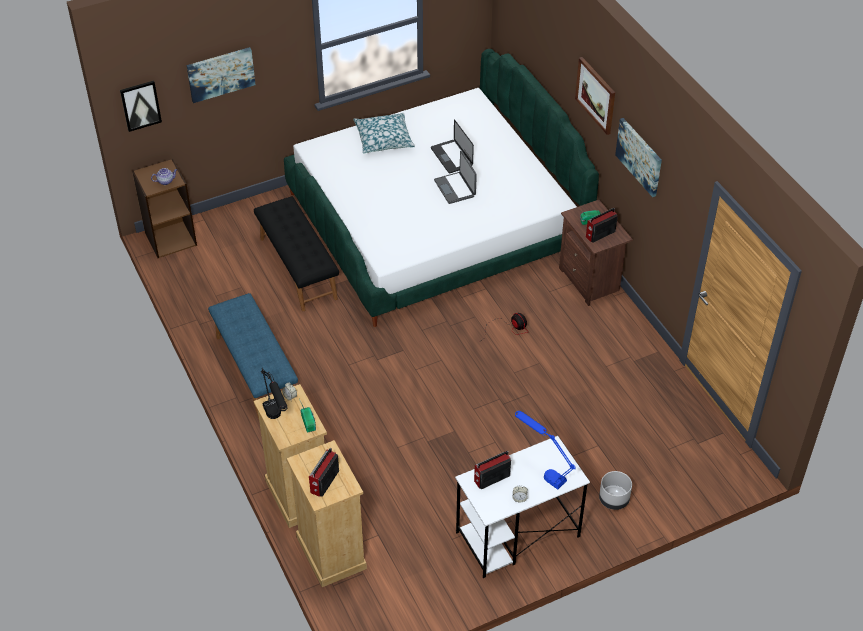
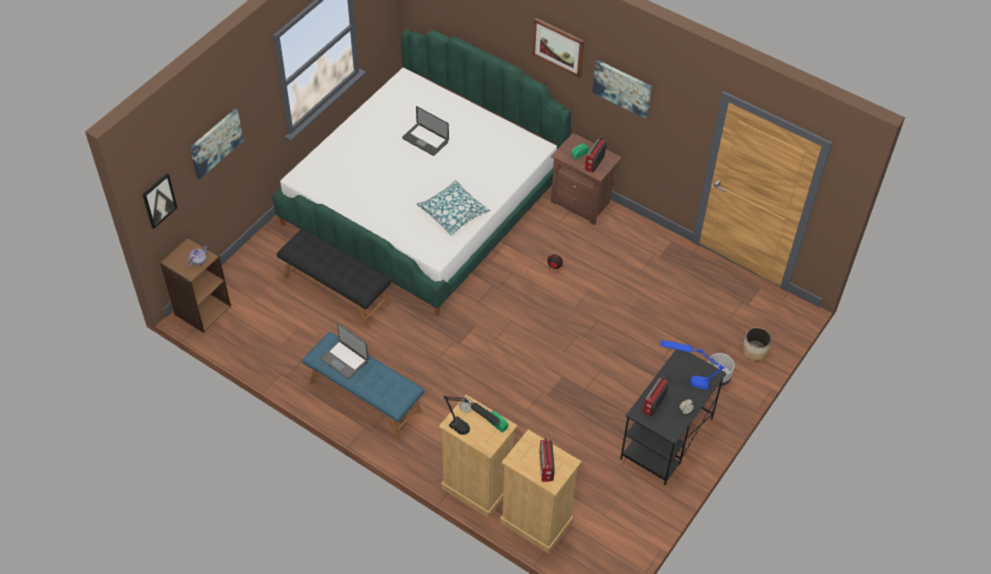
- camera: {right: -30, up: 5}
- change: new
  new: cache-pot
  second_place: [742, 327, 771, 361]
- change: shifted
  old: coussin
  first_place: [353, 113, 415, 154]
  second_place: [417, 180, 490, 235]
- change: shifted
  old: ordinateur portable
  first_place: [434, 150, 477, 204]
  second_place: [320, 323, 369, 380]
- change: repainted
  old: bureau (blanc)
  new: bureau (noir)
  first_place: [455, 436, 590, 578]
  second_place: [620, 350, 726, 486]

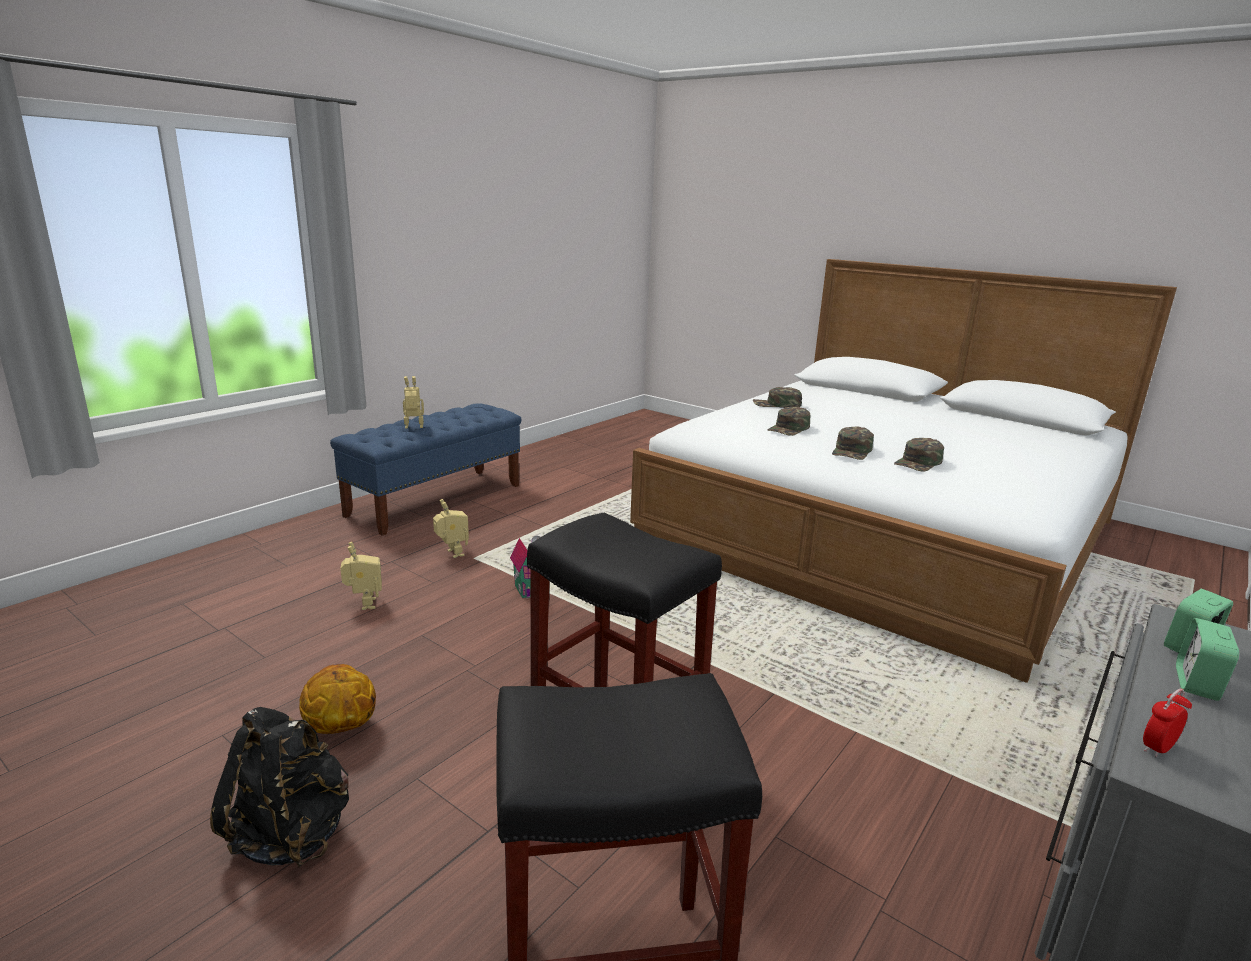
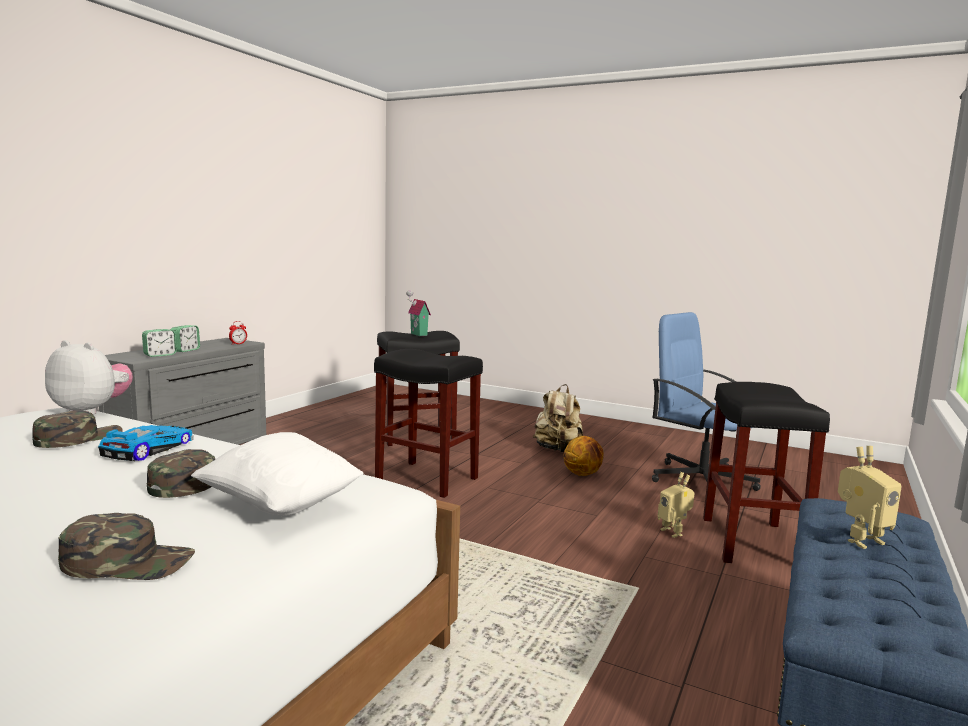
- camera: {right: 170, up: -10}
- change: gone
  old: robot jouet
  first_place: [433, 499, 469, 558]
- change: new
  new: peluche
  second_place: [45, 340, 133, 415]
- change: new
  new: coussin (blanc)
  second_place: [191, 432, 363, 516]
- change: new
  new: chaise de bureau (bleu)
  second_place: [652, 312, 761, 491]
- change: new
  new: tabouret (noir)
  second_place: [703, 382, 830, 563]
- change: shifted
  old: maison miniature
  first_place: [510, 536, 540, 598]
  second_place: [406, 290, 431, 336]
- change: swapped
  old: casquette (vert)
  new: petite voiture
  first_place: [832, 426, 874, 460]
  second_place: [98, 425, 194, 461]
- change: repainted
  old: sac à dos (noir)
  new: sac à dos (beige)
  first_place: [210, 707, 349, 868]
  second_place: [533, 384, 583, 452]

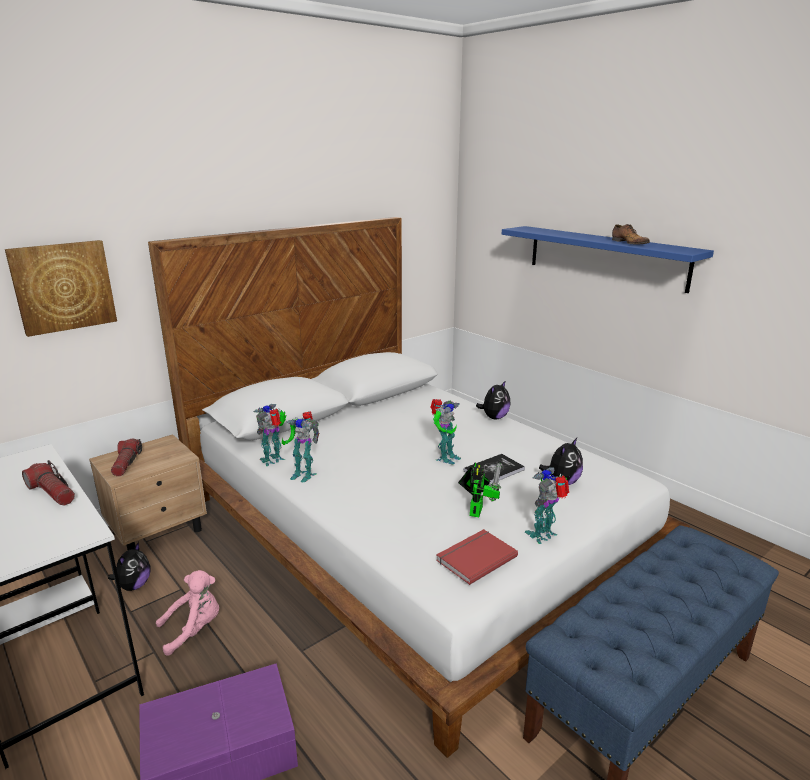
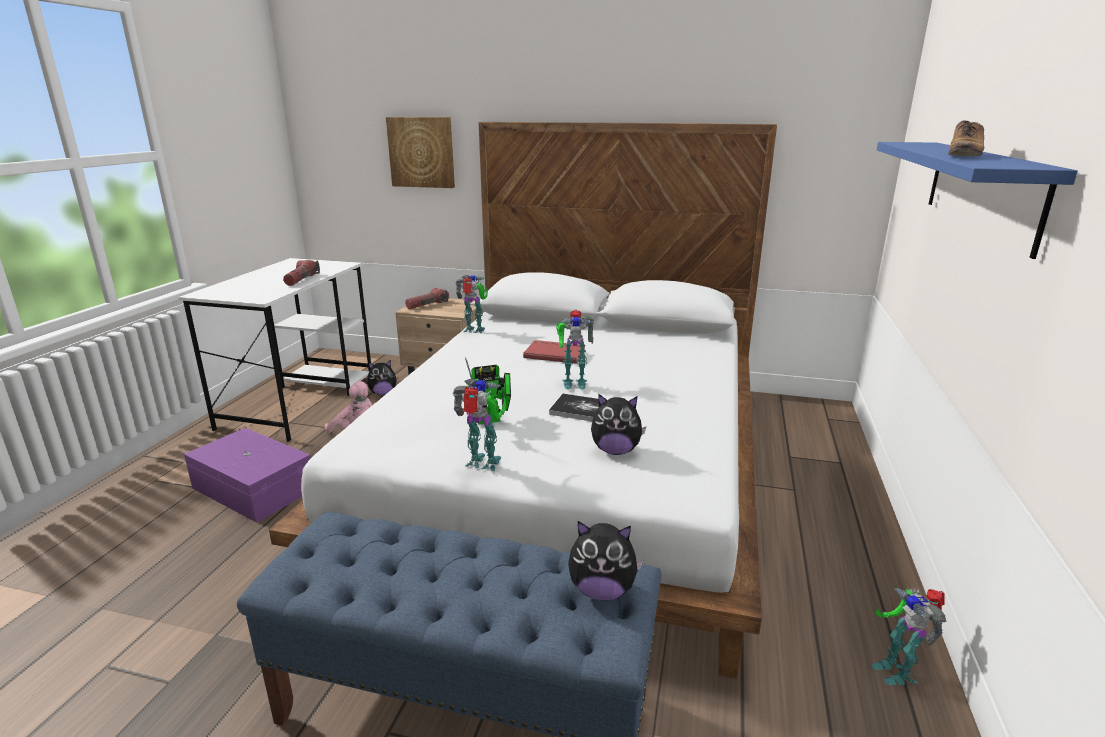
- camera: {right: 55, up: 0}
- change: shifted
  old: robot jouet
  first_place: [282, 411, 319, 482]
  second_place: [872, 588, 947, 685]
- change: shifted
  old: livre (rouge)
  first_place: [436, 529, 518, 585]
  second_place: [523, 340, 586, 364]
- change: shifted
  old: peluche
  first_place: [476, 380, 511, 420]
  second_place: [568, 521, 644, 600]

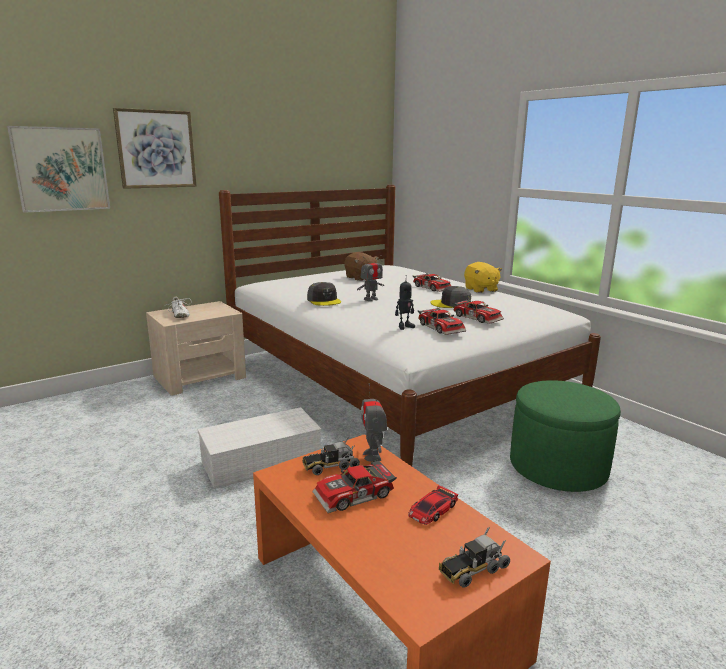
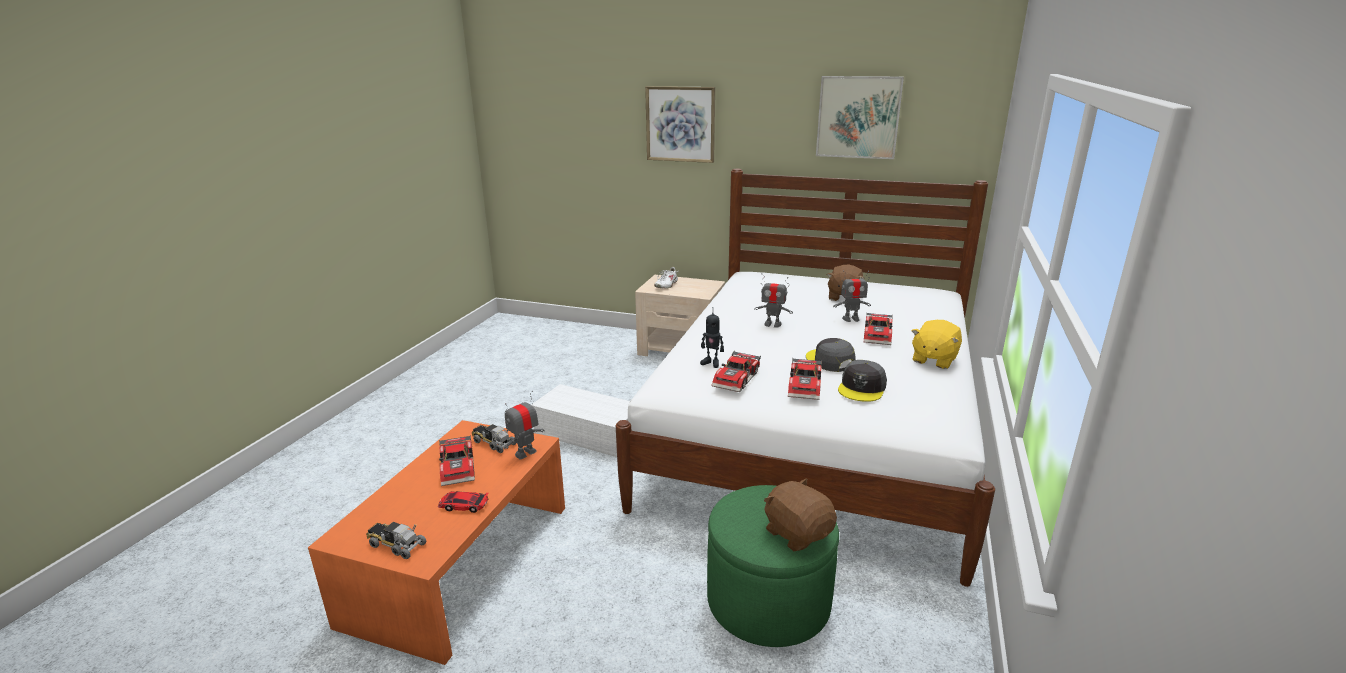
- camera: {right: 55, up: 5}
- change: new
  new: peluche (marron)
  second_place: [764, 478, 837, 551]
- change: new
  new: robot jouet
  second_place: [833, 270, 871, 322]
- change: shifted
  old: tableau
  first_place: [7, 126, 110, 213]
  second_place: [816, 76, 904, 159]
- change: shifted
  old: casquette (gris)
  first_place: [307, 282, 341, 306]
  second_place: [838, 360, 887, 402]
- change: rotated
  old: petite voiture
  first_place: [312, 459, 397, 513]
  second_place: [439, 435, 475, 486]
  degrees: -135

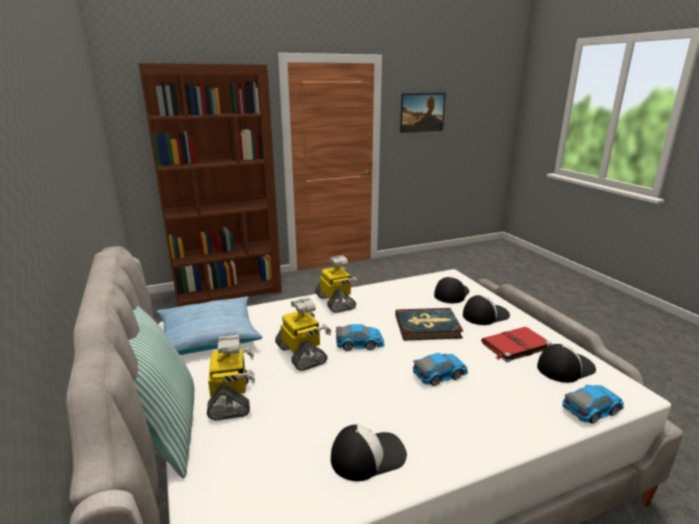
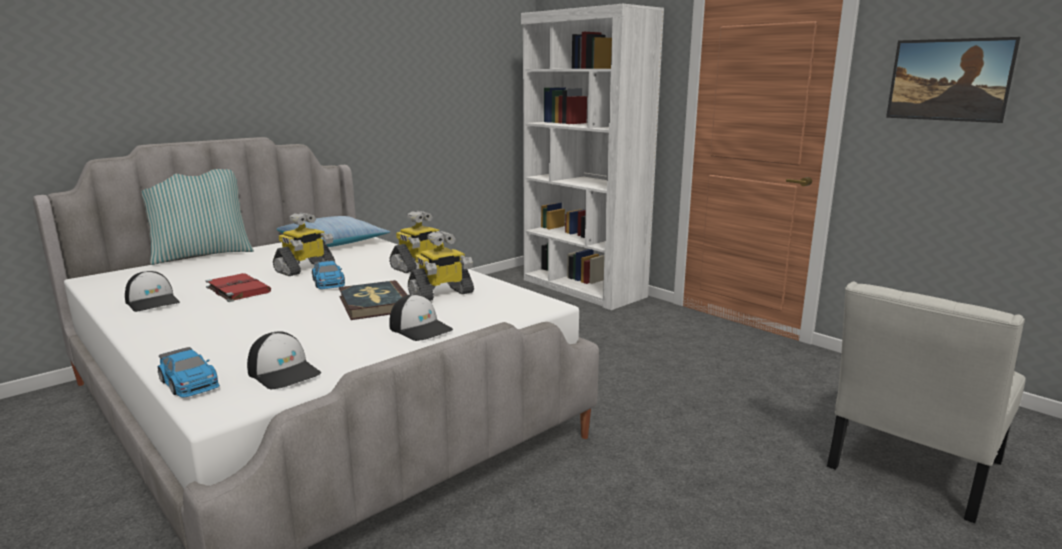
- camera: {right: 70, up: -5}
- change: gone
  old: petite voiture
  first_place: [413, 353, 468, 386]
- change: gone
  old: casquette
  first_place: [434, 277, 469, 303]
- change: new
  new: chaise (blanc)
  second_place: [827, 282, 1026, 523]
- change: shifted
  old: robot jouet
  first_place: [207, 335, 255, 420]
  second_place: [408, 231, 474, 301]
- change: shifted
  old: livre (rouge)
  first_place: [481, 327, 552, 362]
  second_place: [206, 273, 271, 302]
- change: repainted
  old: bibliothèque (marron)
  new: bibliothèque (blanc)
  first_place: [138, 63, 282, 307]
  second_place: [521, 4, 664, 310]

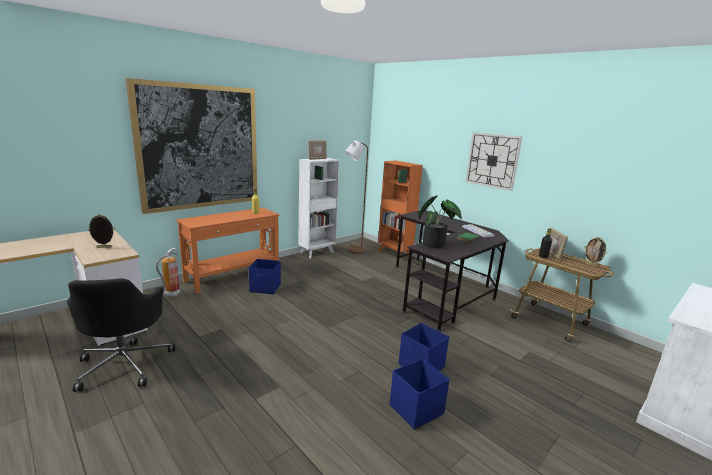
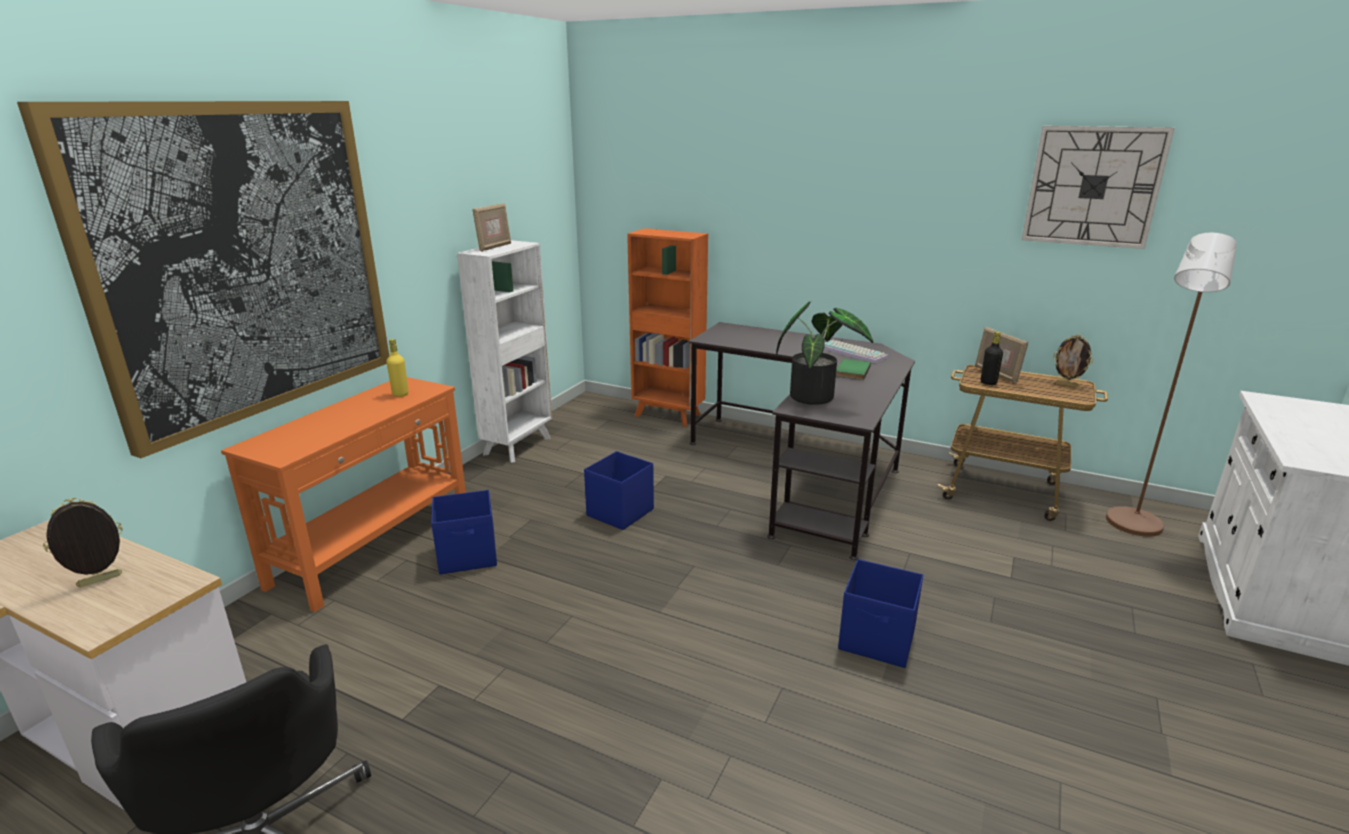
- camera: {right: -20, up: 5}
- change: gone
  old: extincteur
  first_place: [156, 248, 180, 297]
- change: shifted
  old: lampadaire (marron)
  first_place: [345, 140, 368, 254]
  second_place: [1106, 233, 1237, 537]
- change: shifted
  old: boîte de rangement (bleu)
  first_place: [390, 359, 450, 430]
  second_place: [584, 451, 654, 530]
- change: shifted
  old: horloge murale
  first_place: [466, 132, 522, 191]
  second_place: [1022, 126, 1174, 249]

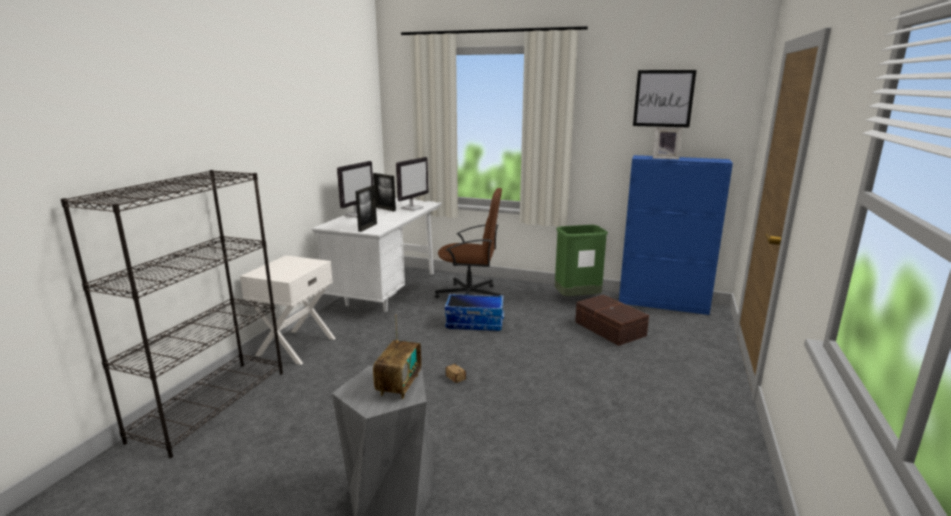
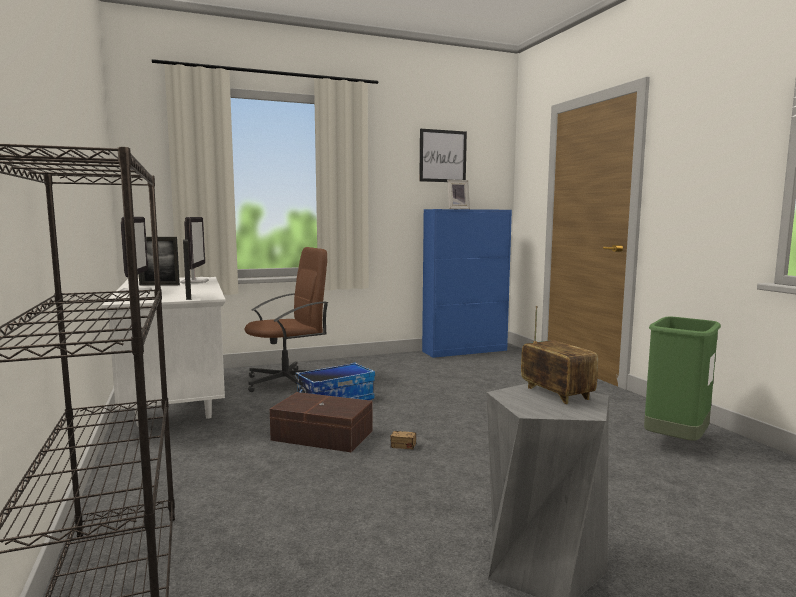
- camera: {right: -40, up: -10}
- change: gone
  old: table de chevet (blanc)
  first_place: [240, 255, 336, 365]
- change: shifted
  old: poubelle (vert)
  first_place: [555, 225, 608, 296]
  second_place: [644, 316, 721, 441]
- change: shifted
  old: boîte de rangement (marron)
  first_place: [575, 295, 649, 346]
  second_place: [270, 392, 373, 453]

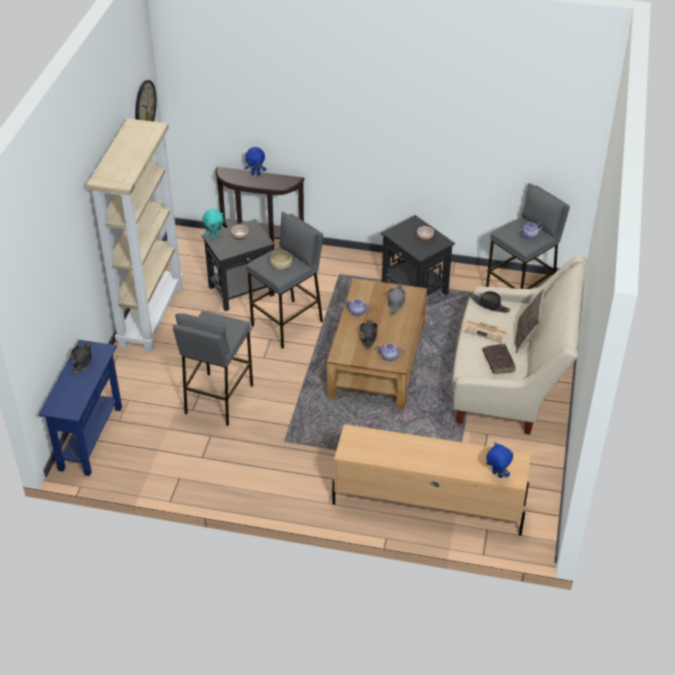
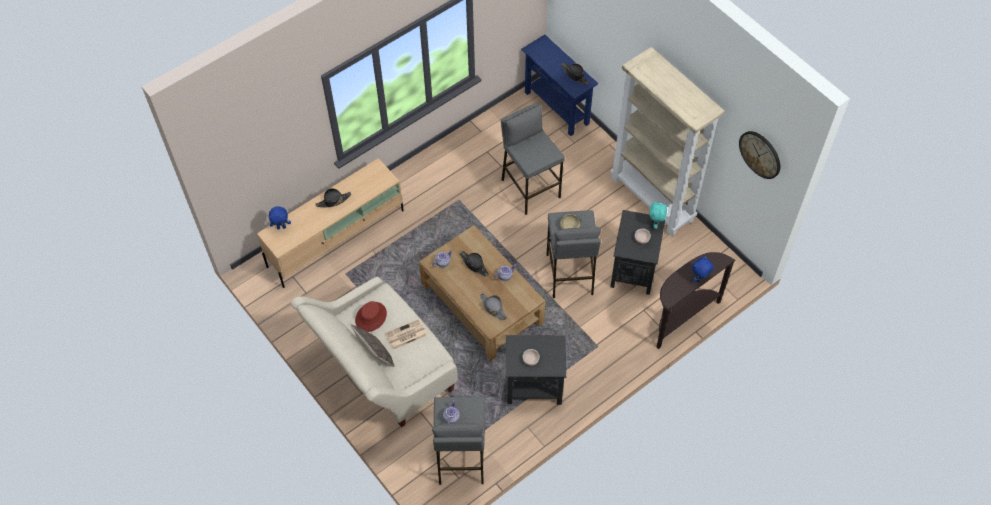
- camera: {right: 130, up: 15}
- change: shifted
  old: chapeau (noir)
  first_place: [471, 291, 510, 312]
  second_place: [315, 188, 351, 207]
- change: swapped
  old: livre (marron)
  new: chapeau (rouge)
  first_place: [483, 344, 516, 374]
  second_place: [355, 301, 387, 332]

